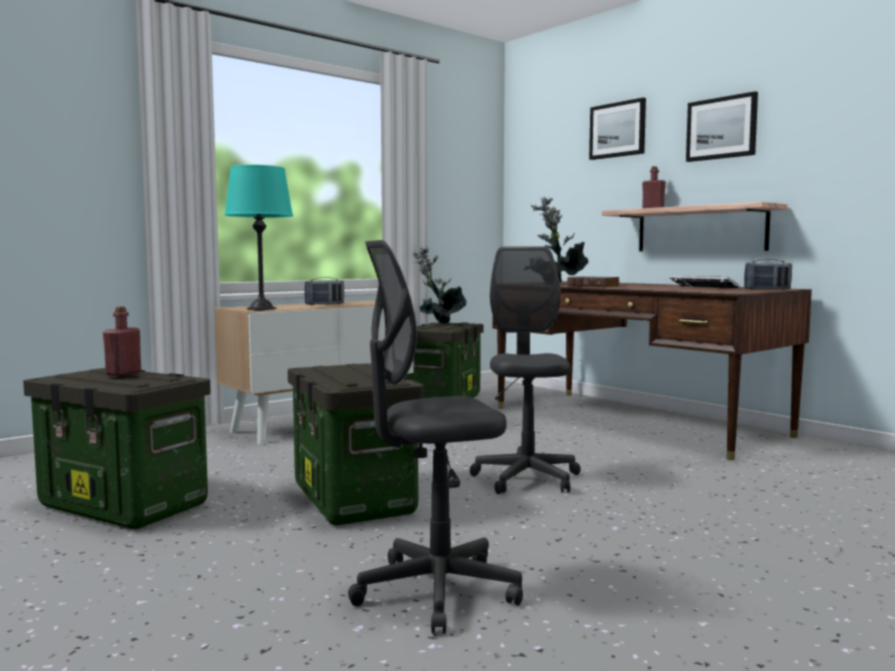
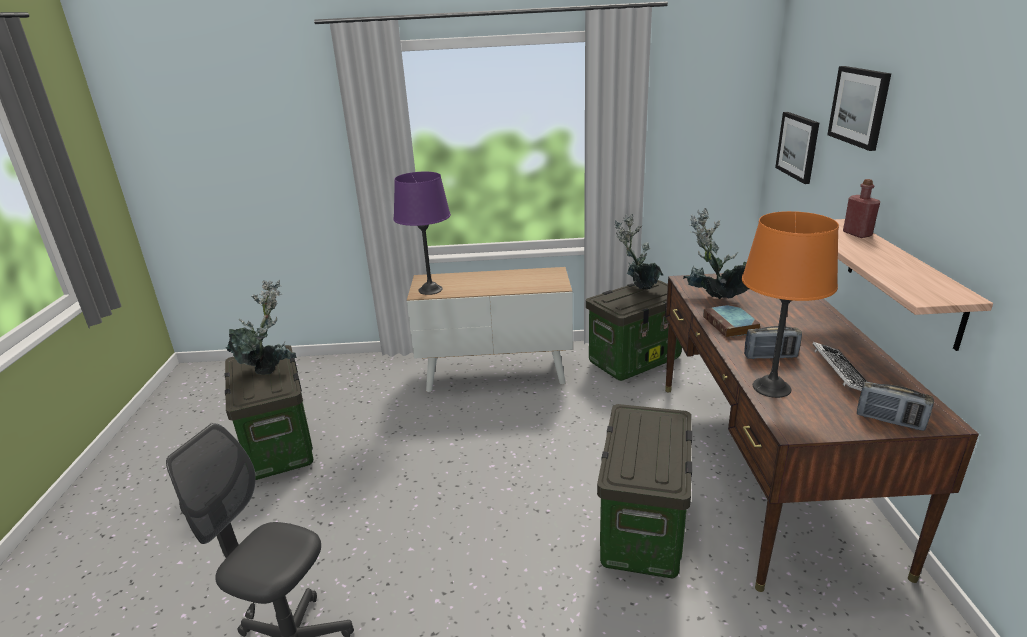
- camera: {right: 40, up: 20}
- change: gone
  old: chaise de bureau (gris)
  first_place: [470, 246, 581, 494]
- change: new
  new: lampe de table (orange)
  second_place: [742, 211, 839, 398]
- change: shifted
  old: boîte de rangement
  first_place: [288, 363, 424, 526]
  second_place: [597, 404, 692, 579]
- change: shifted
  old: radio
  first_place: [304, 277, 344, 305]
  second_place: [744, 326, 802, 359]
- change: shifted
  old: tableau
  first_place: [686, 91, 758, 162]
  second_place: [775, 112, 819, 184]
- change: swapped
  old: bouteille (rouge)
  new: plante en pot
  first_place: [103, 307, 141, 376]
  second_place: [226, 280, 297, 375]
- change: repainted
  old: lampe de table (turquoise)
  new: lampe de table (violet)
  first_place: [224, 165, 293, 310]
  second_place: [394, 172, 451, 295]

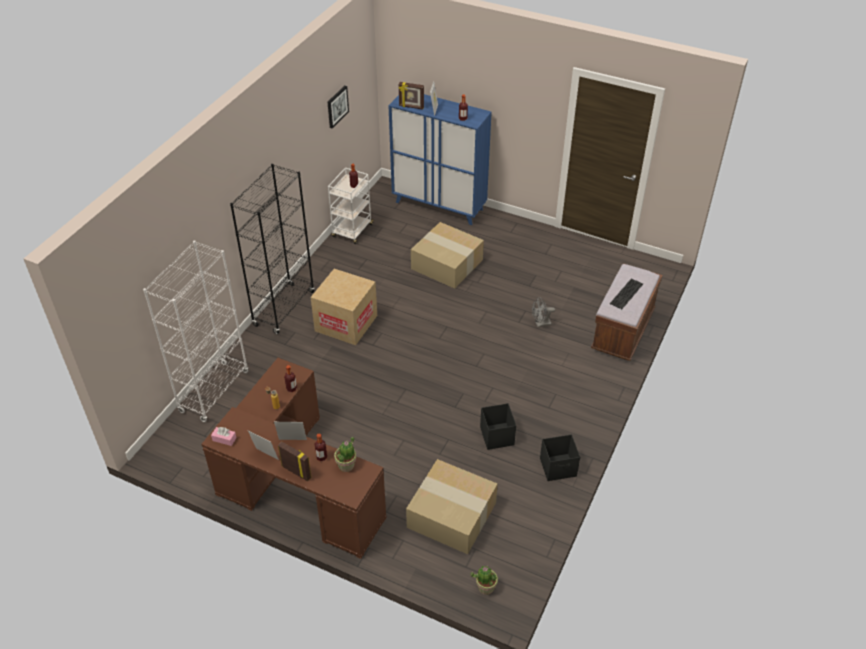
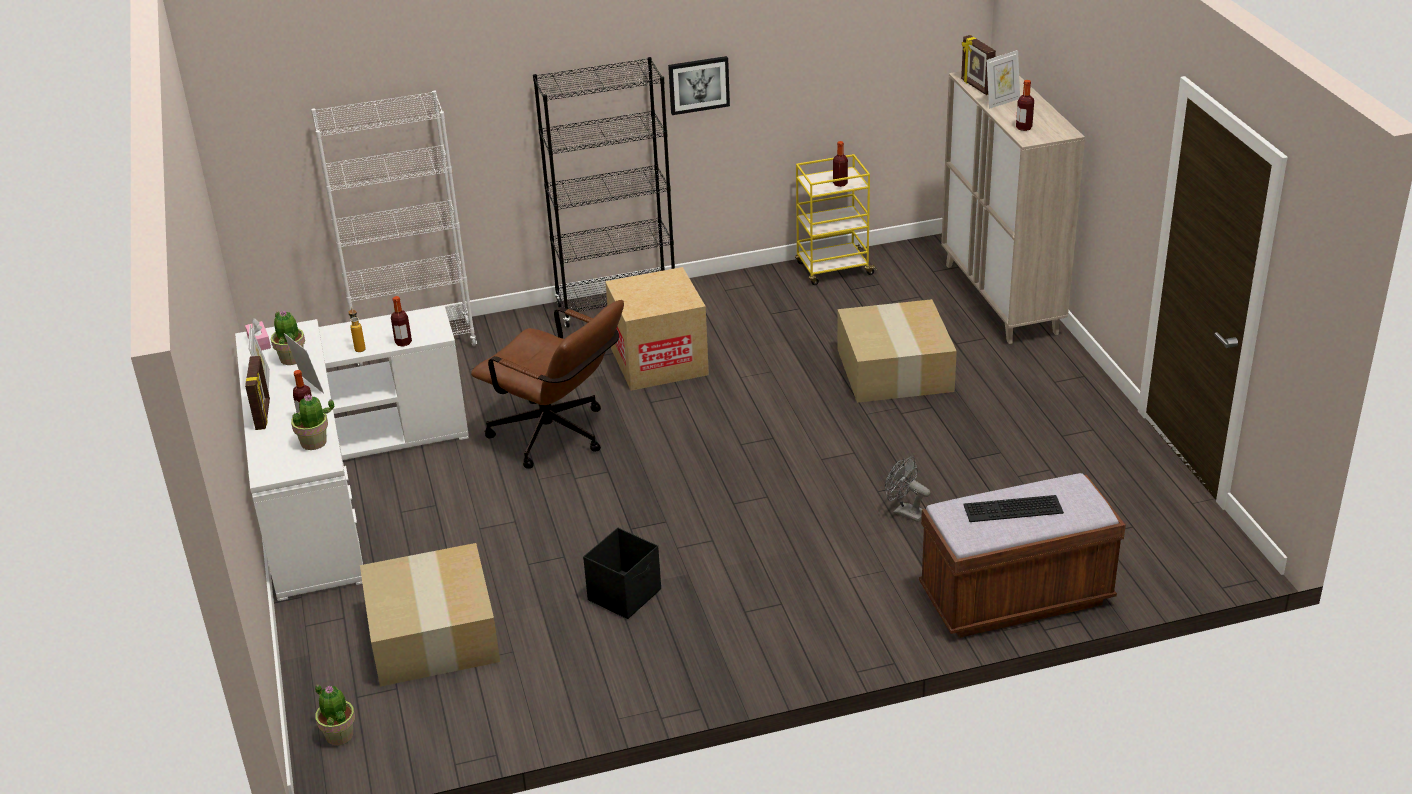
- camera: {right: 50, up: -10}
- change: gone
  old: boîte de rangement (noir)
  first_place: [540, 434, 580, 481]
- change: new
  new: plante en pot
  second_place: [271, 311, 305, 365]
- change: new
  new: chaise de bureau (marron)
  second_place: [471, 300, 624, 469]
- change: shifted
  old: tableau
  first_place: [328, 85, 349, 128]
  second_place: [668, 56, 730, 115]
- change: repainted
  old: bureau (marron)
  new: bureau (blanc)
  first_place: [202, 358, 386, 559]
  second_place: [235, 306, 469, 601]
- change: repainted
  old: chariot (blanc)
  new: chariot (jaune)
  first_place: [328, 167, 374, 244]
  second_place: [795, 154, 877, 285]
- change: repainted
  old: meuble de rangement (bleu)
  new: meuble de rangement (beige)
  first_place: [388, 94, 491, 225]
  second_place: [941, 71, 1085, 344]

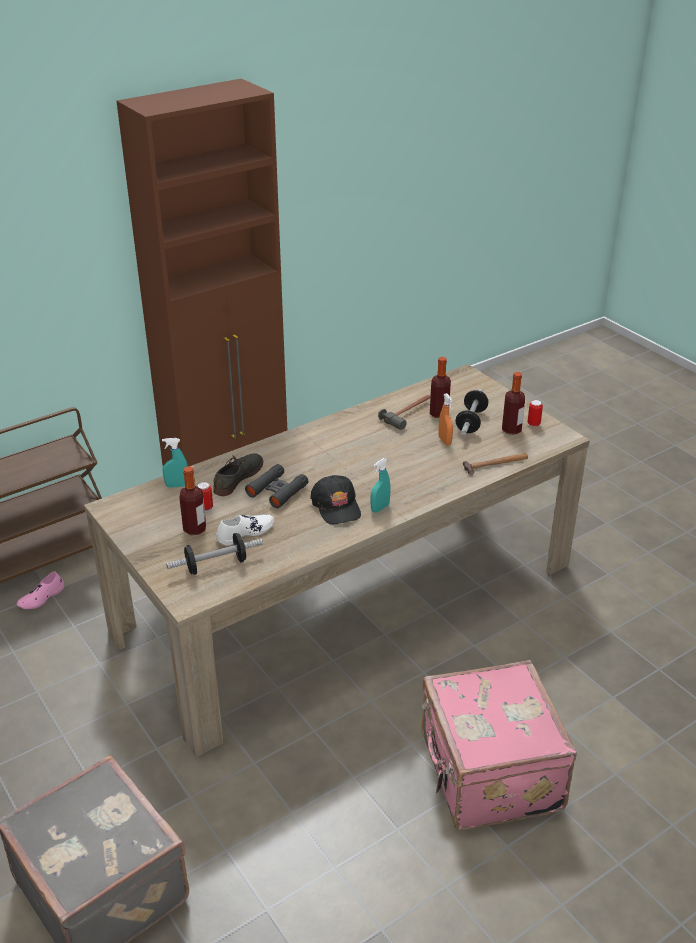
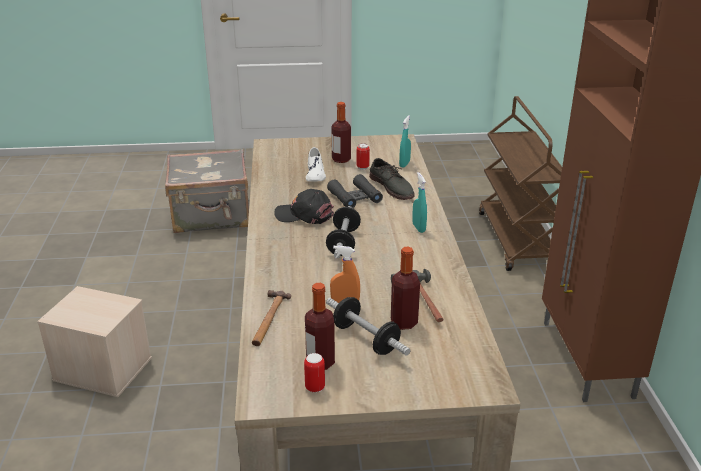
- camera: {right: 120, up: -5}
- change: gone
  old: chaussure (rose)
  first_place: [17, 571, 64, 609]
- change: shifted
  old: haltère
  first_place: [166, 533, 263, 575]
  second_place: [326, 206, 361, 258]
- change: shifted
  old: vaporisateur (turquoise)
  first_place: [370, 458, 391, 512]
  second_place: [412, 172, 427, 233]
- change: swapped
  old: valise (rose)
  new: boîte de rangement (beige)
  first_place: [421, 660, 577, 830]
  second_place: [37, 286, 152, 397]

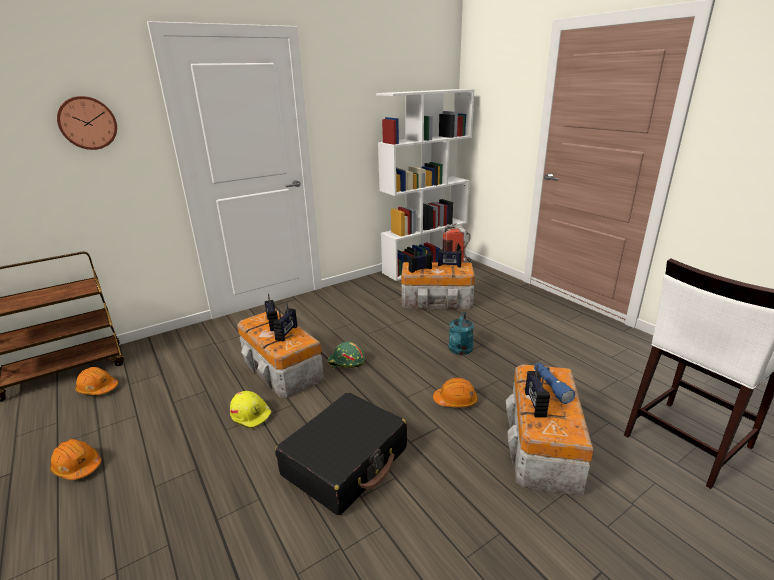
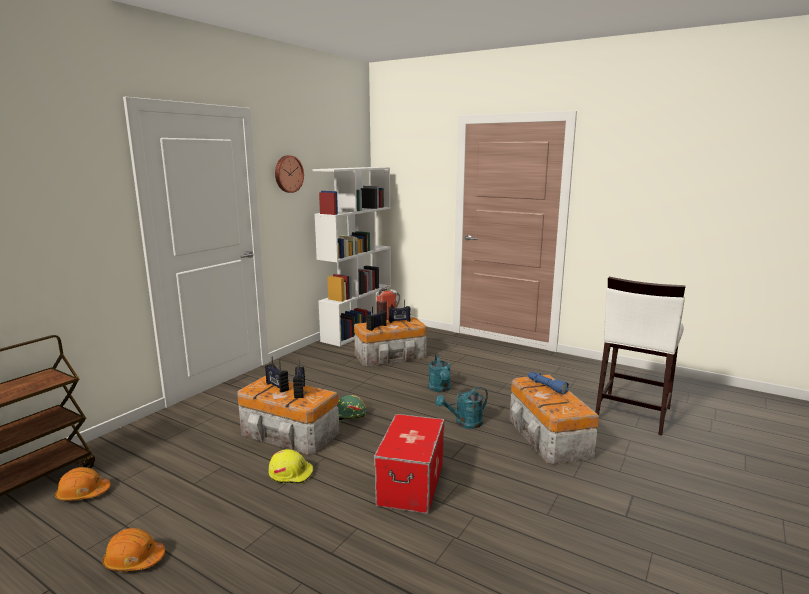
- camera: {right: -25, up: -10}
- change: gone
  old: radio
  first_place: [525, 365, 550, 418]
- change: shifted
  old: horloge murale
  first_place: [57, 96, 117, 150]
  second_place: [275, 155, 304, 193]
- change: swapped
  old: valise (noir)
  new: boîte de rangement
  first_place: [275, 392, 407, 516]
  second_place: [374, 414, 444, 514]
- change: swapped
  old: casque de chantier (orange)
  new: arrosoir (turquoise)
  first_place: [433, 378, 478, 407]
  second_place: [435, 387, 488, 429]

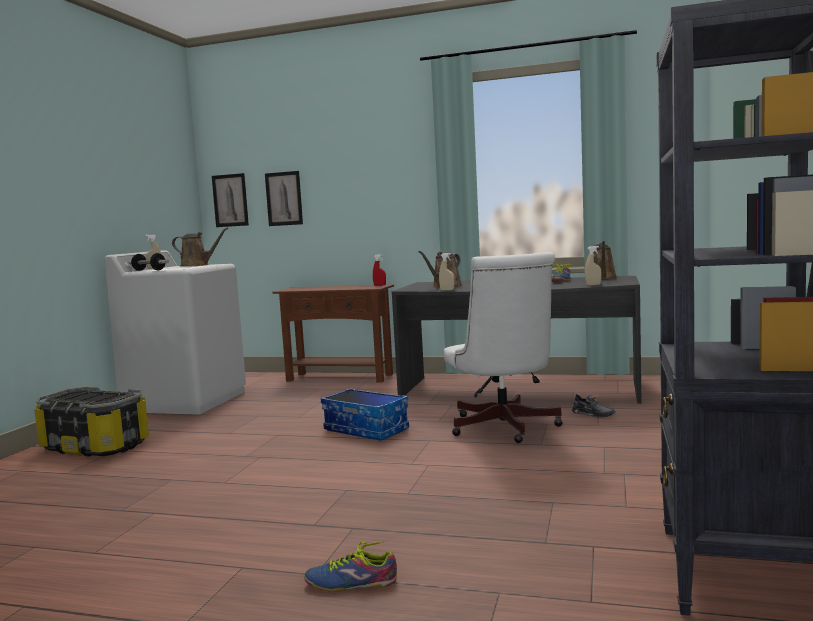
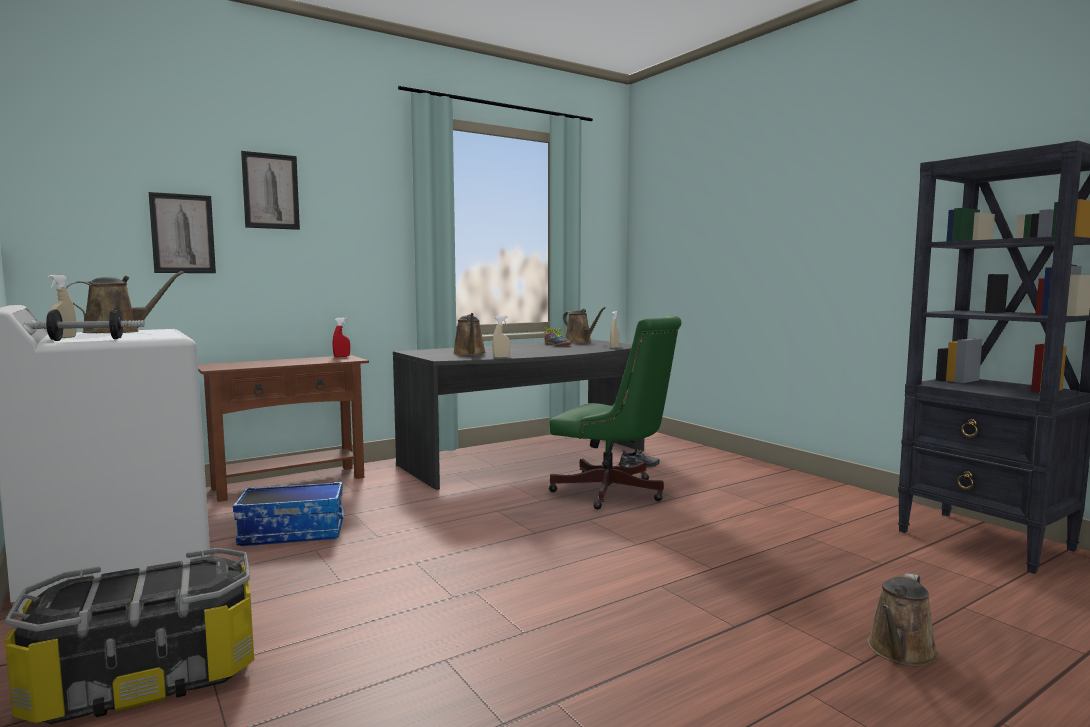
- camera: {right: -50, up: 0}
- change: shifted
  old: tableau
  first_place: [212, 173, 249, 227]
  second_place: [241, 151, 300, 230]
- change: shifted
  old: boîte de rangement
  first_place: [321, 388, 409, 440]
  second_place: [233, 482, 344, 546]
- change: swapped
  old: chaussure
  new: arrosoir (marron)
  first_place: [304, 541, 397, 592]
  second_place: [867, 573, 939, 666]
- change: repainted
  old: chaise de bureau (blanc)
  new: chaise de bureau (vert)
  first_place: [444, 252, 563, 443]
  second_place: [549, 315, 682, 510]

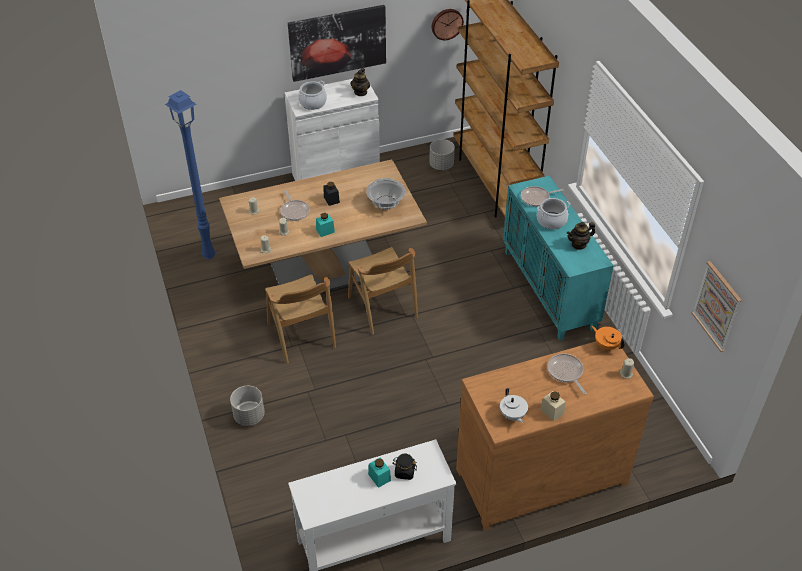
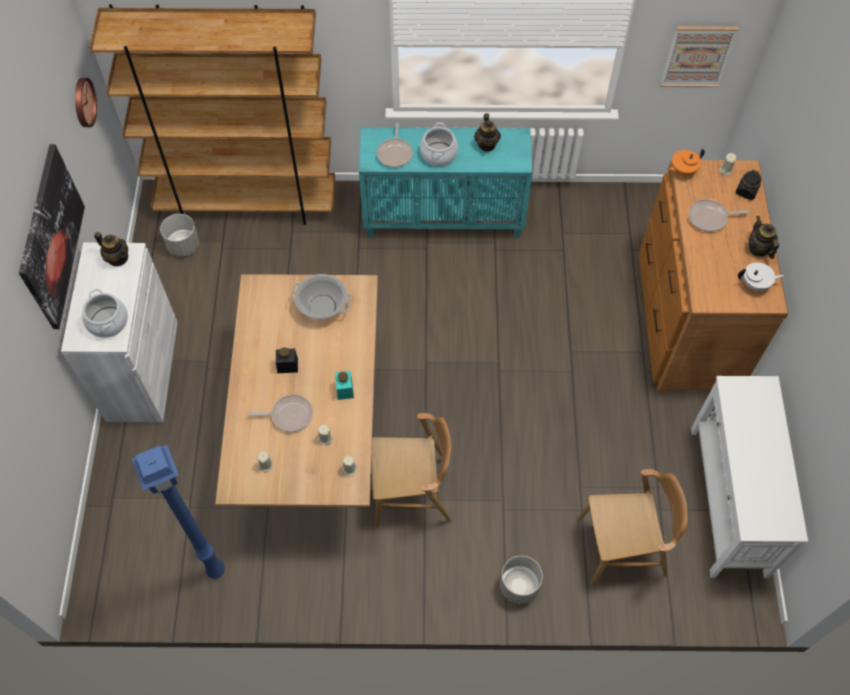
- camera: {right: -70, up: 15}
- change: gone
  old: bocal (turquoise)
  first_place: [368, 457, 391, 488]
- change: shifted
  old: chaise (marron)
  first_place: [348, 247, 418, 335]
  second_place: [578, 469, 688, 586]
- change: shifted
  old: bocal (noir)
  first_place: [392, 453, 417, 480]
  second_place: [736, 170, 761, 200]
- change: swapped
  old: bocal (beige)
  new: théière
  first_place: [540, 391, 565, 422]
  second_place: [749, 216, 779, 259]

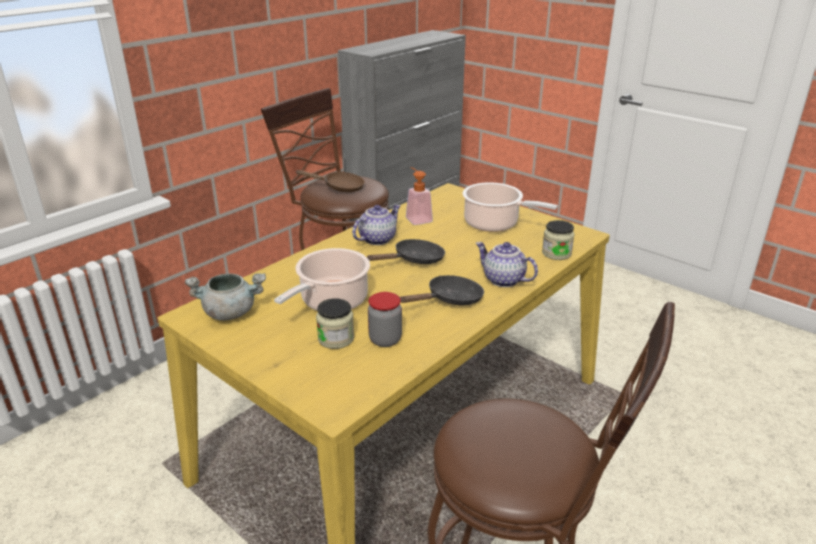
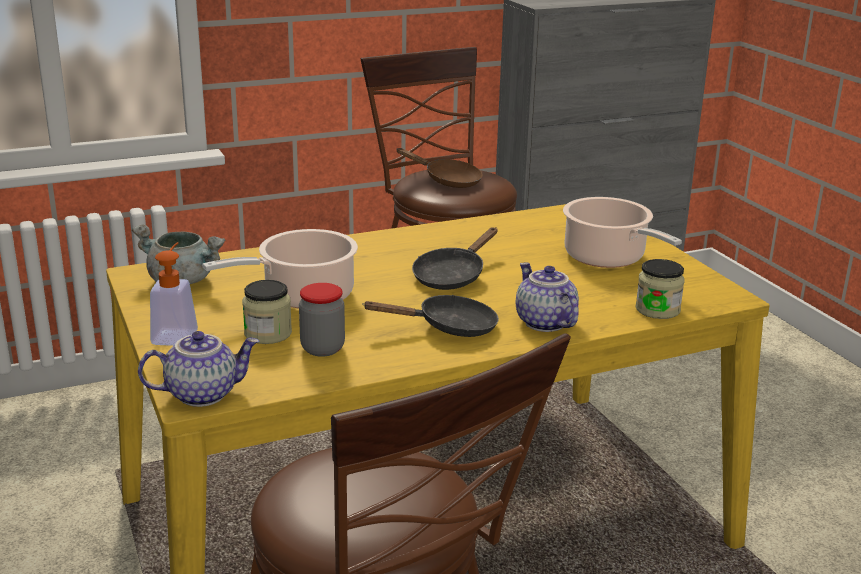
- camera: {right: 25, up: -5}
- change: shifted
  old: théière
  first_place: [352, 205, 401, 245]
  second_place: [138, 331, 259, 407]
- change: shifted
  old: distributeur de savon
  first_place: [406, 167, 433, 225]
  second_place: [150, 242, 198, 346]
- change: rotated
  old: poêle (noir)
  first_place: [367, 239, 445, 264]
  second_place: [412, 227, 498, 290]
  degrees: 135

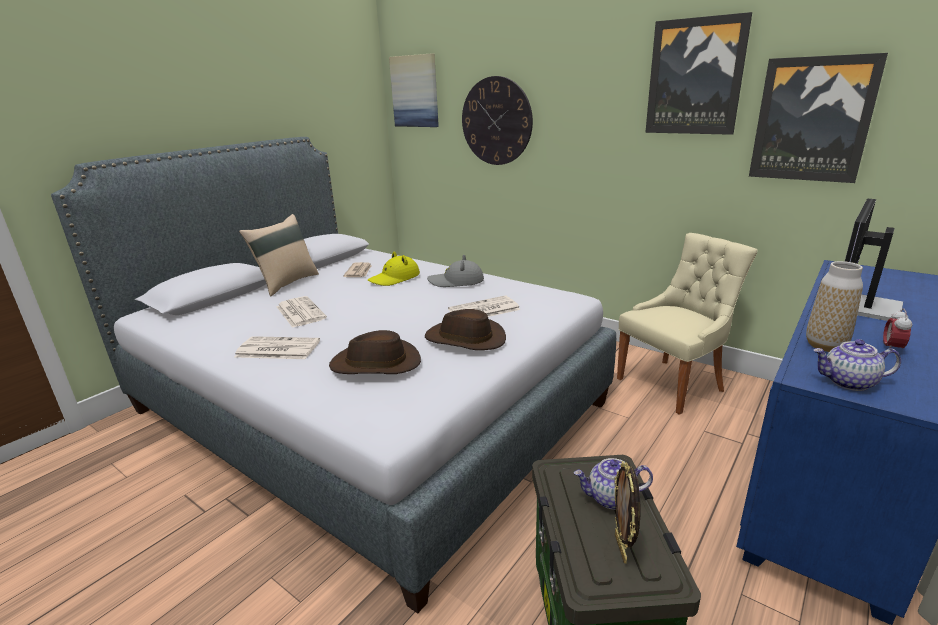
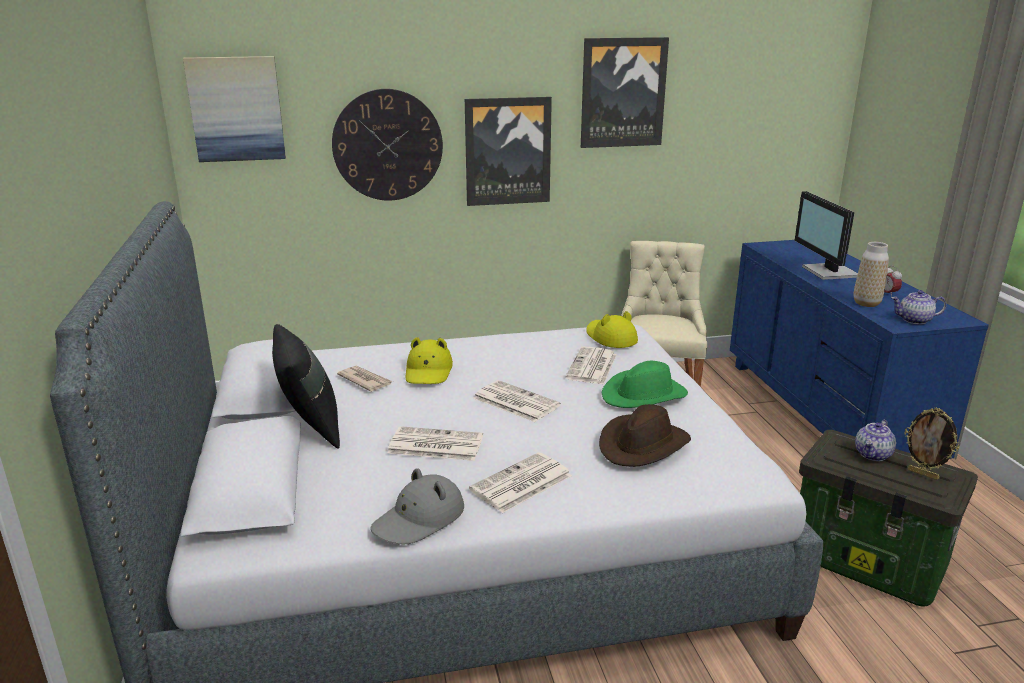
- camera: {right: -50, up: 0}
- change: new
  new: journal
  second_place: [473, 380, 561, 422]
- change: new
  new: chapeau (jaune)
  second_place: [586, 311, 638, 348]
- change: shifted
  old: chapeau (gris)
  first_place: [427, 255, 484, 287]
  second_place: [371, 468, 464, 545]
- change: shifted
  old: tableau
  first_place: [749, 53, 888, 183]
  second_place: [465, 97, 552, 206]
- change: repainted
  old: coussin (beige)
  new: coussin (noir)
  first_place: [239, 214, 319, 296]
  second_place: [272, 324, 340, 449]
- change: repainted
  old: chapeau (marron)
  new: chapeau (vert)
  first_place: [425, 309, 506, 350]
  second_place: [601, 361, 688, 408]
- change: rotated
  old: théière
  first_place: [813, 339, 901, 391]
  second_place: [891, 290, 946, 324]
  degrees: 45

